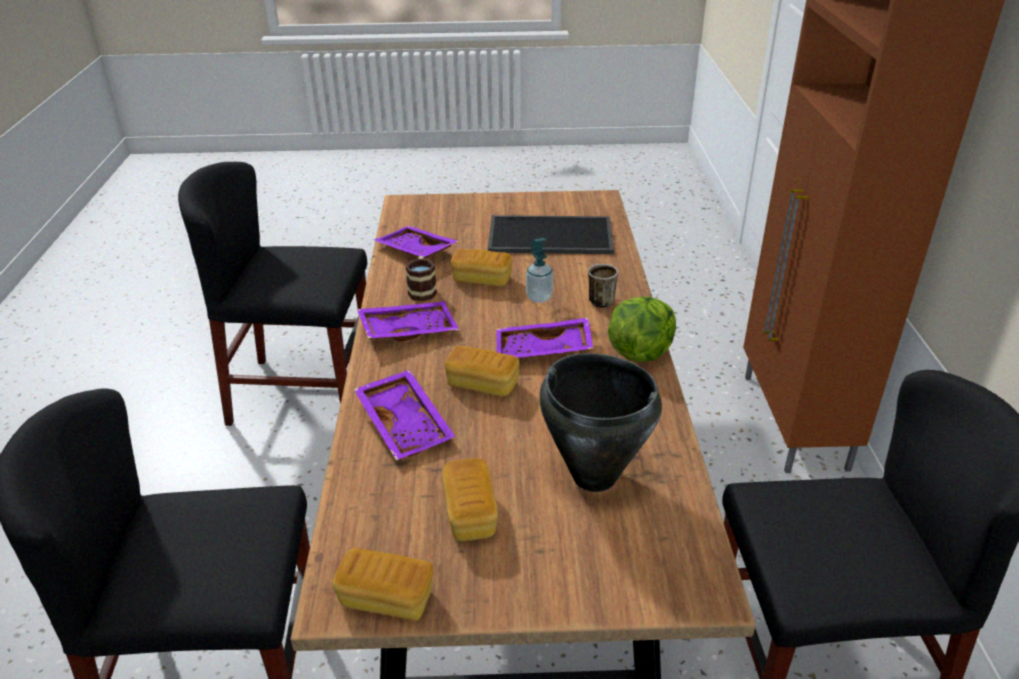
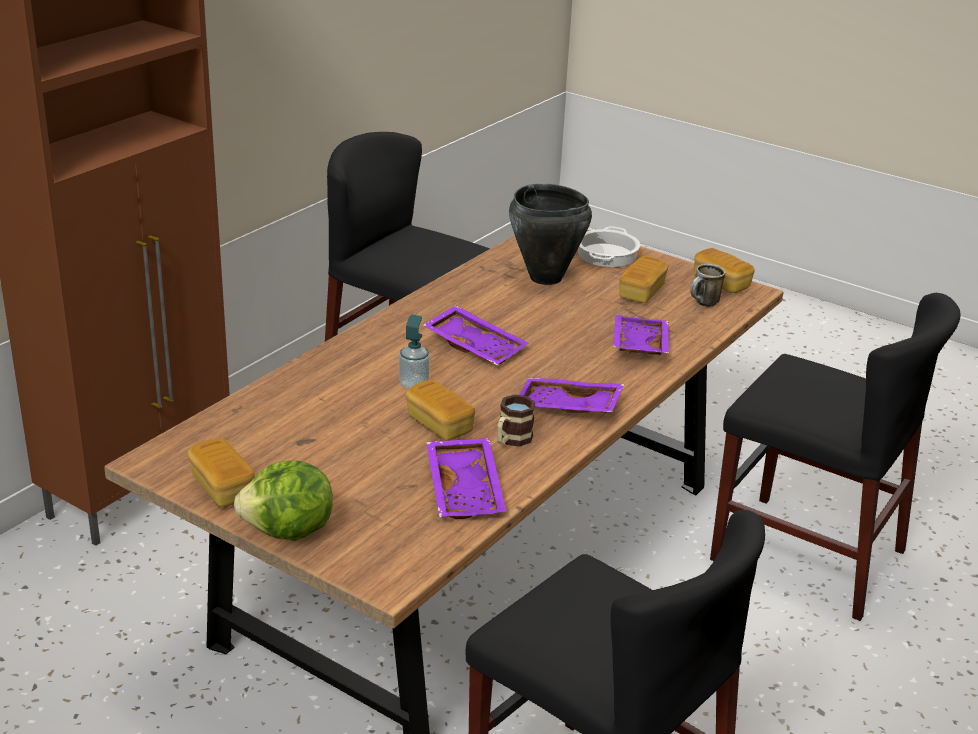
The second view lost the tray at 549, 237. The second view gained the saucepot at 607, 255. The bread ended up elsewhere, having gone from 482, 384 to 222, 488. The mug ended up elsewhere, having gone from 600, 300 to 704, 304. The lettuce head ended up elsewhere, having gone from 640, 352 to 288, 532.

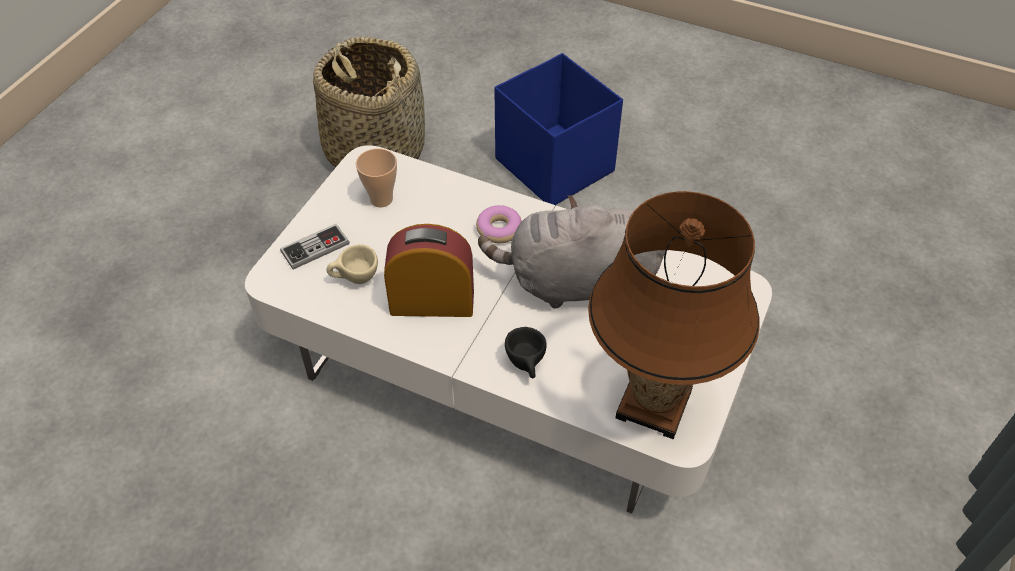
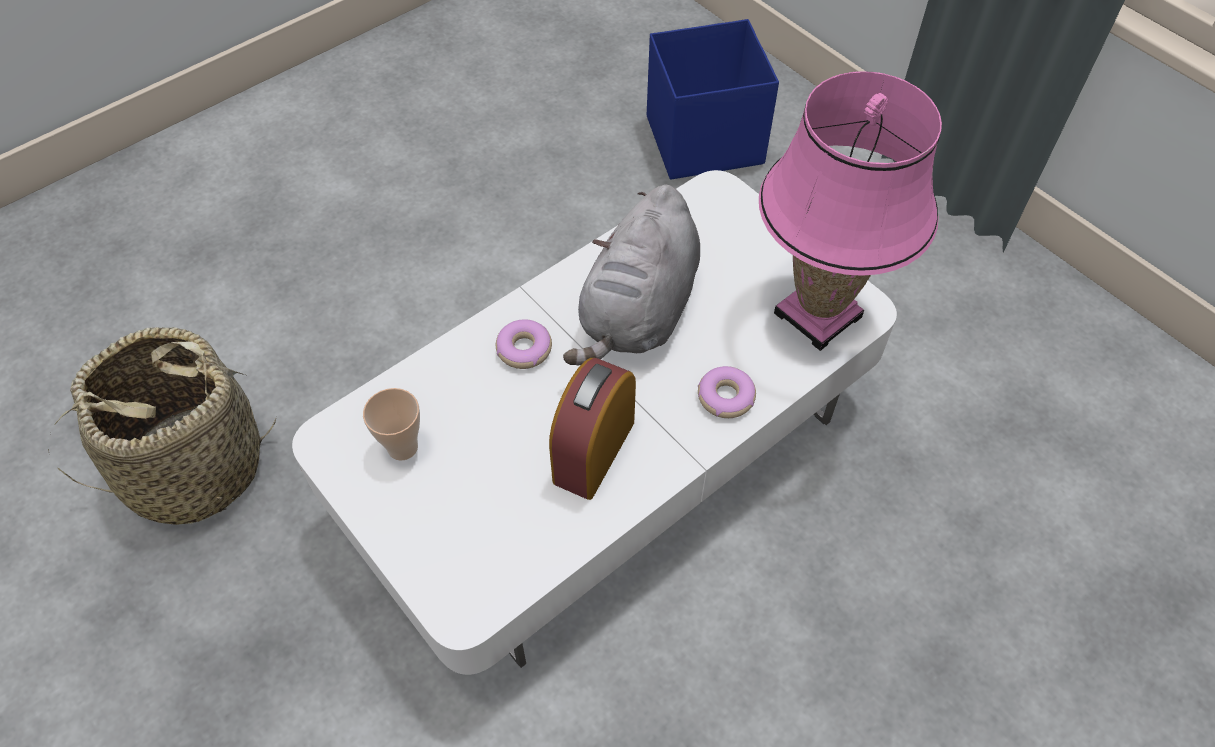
The second view lost the game controller at 315, 248. The second view lost the cup (beige) at 355, 280. The storage container (bluish) ended up elsewhere, having gone from 554, 164 to 702, 140. Where the cup (blackish) stood at 527, 366, the doughnut came to stand at 725, 397. What was the lamp for a table (brownish) at 654, 405 turned into the lamp for a table (pinkish) at 818, 314.

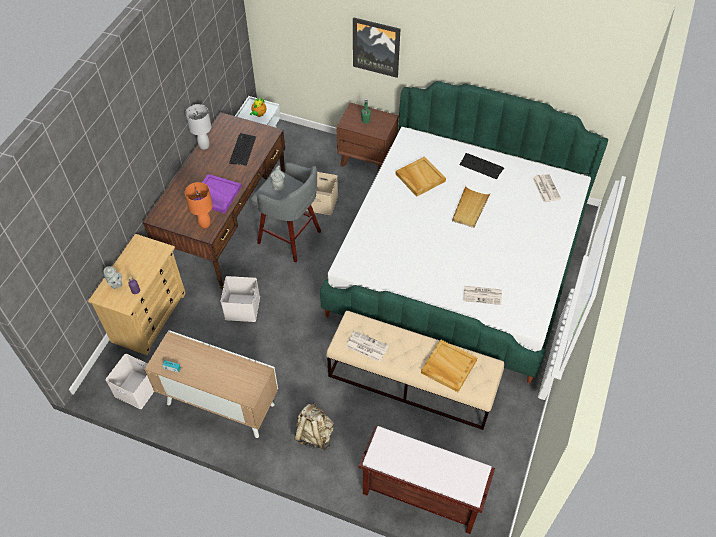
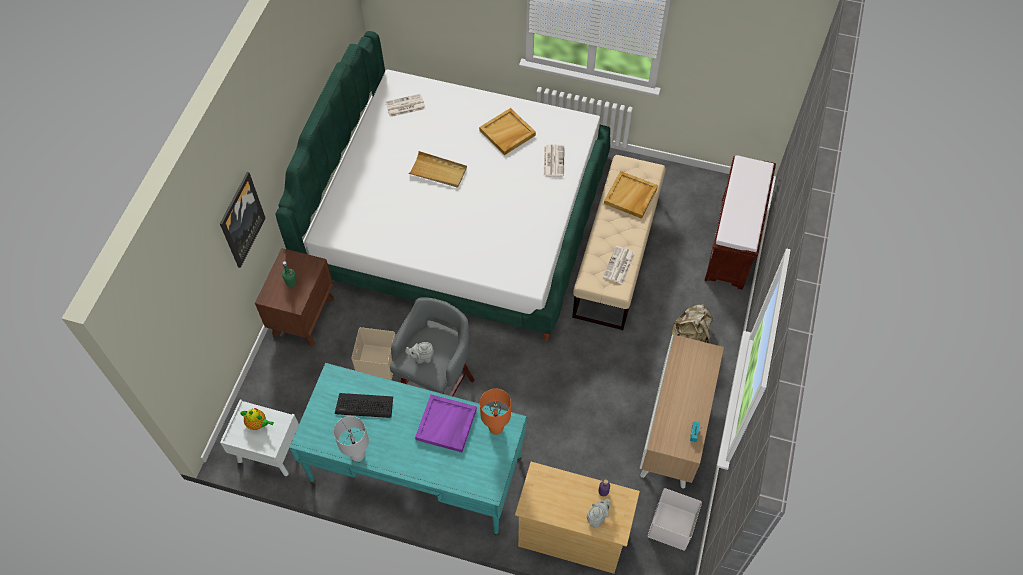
The second view lost the storage container (white) at 242, 307. The second view lost the PC keyboard at 481, 166. The tray (beige) ended up elsewhere, having gone from 419, 177 to 507, 133. What was the desk table (brownish) at 226, 223 turned into the desk table (turquoise-coloured) at 416, 469.

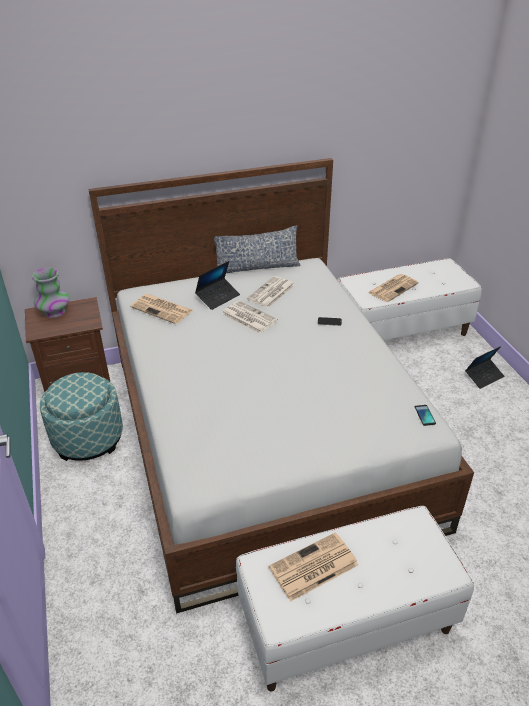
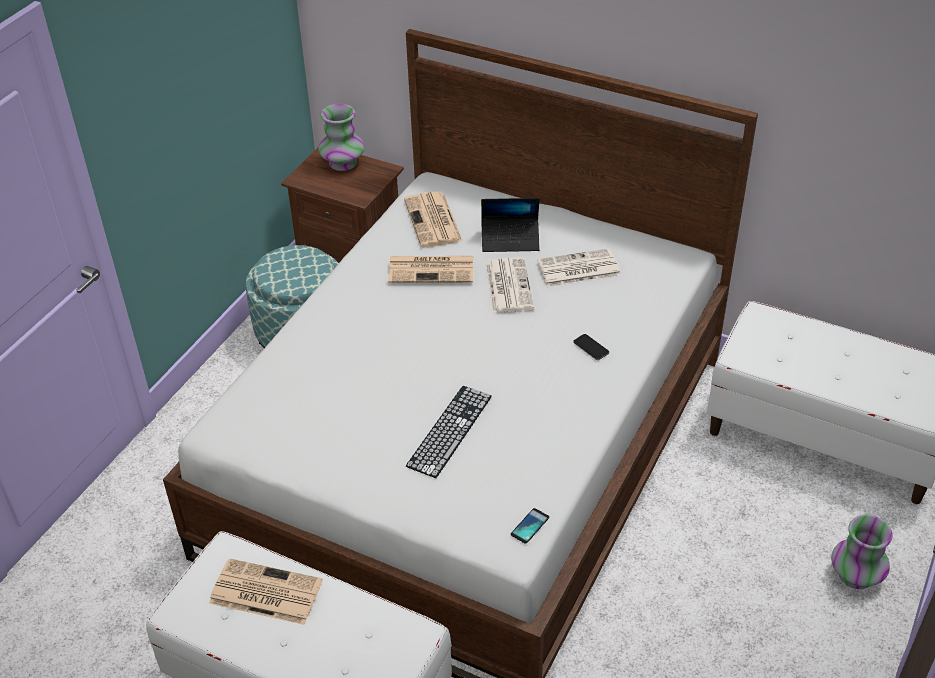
The second view lost the cushion at 256, 267. The second view gained the PC keyboard at 449, 430. The newspaper ended up elsewhere, having gone from 393, 288 to 432, 269. Where the laptop stood at 484, 376, the vase came to stand at 856, 575.

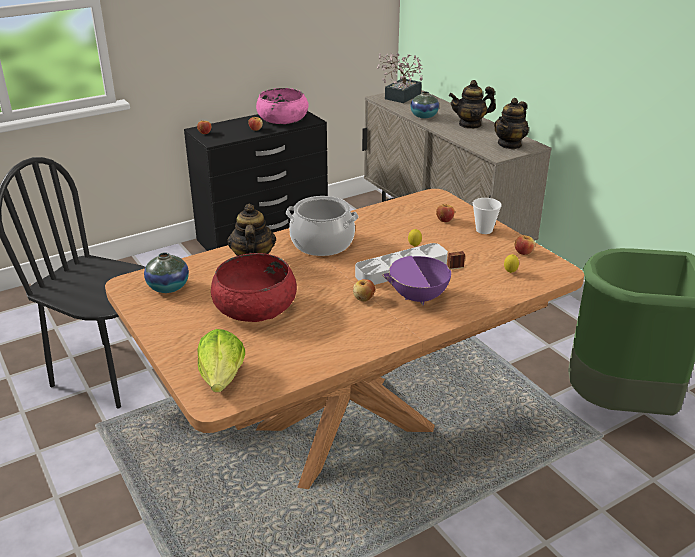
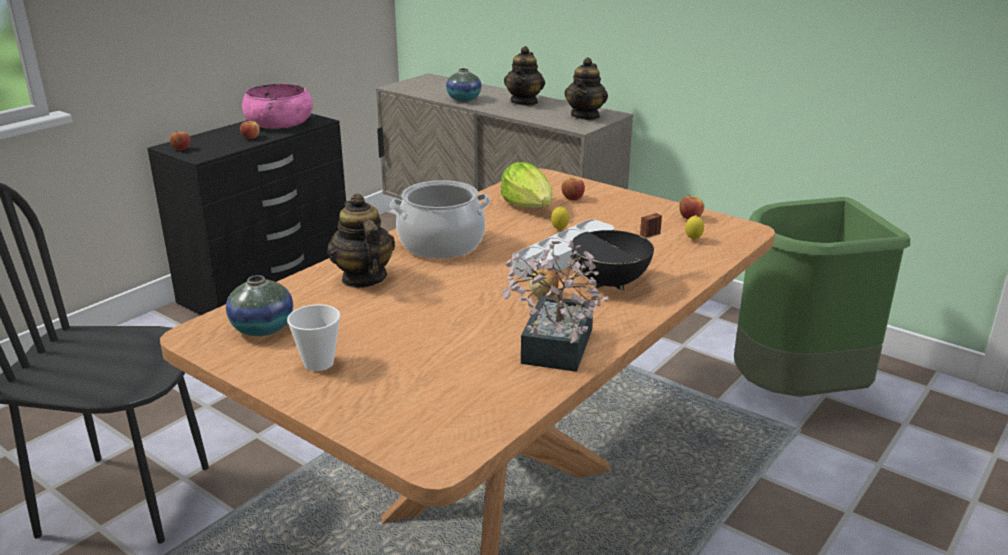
The second view lost the serving bowl (red-coloured) at 255, 306. The lettuce head ended up elsewhere, having gone from 222, 377 to 529, 206. The potted plant ended up elsewhere, having gone from 400, 97 to 553, 351. The cup ended up elsewhere, having gone from 484, 230 to 318, 363. What was the saucepot (purple-coloured) at 419, 298 turned into the saucepot (blackish) at 611, 283. The pot for tea at 470, 124 ended up facing another way, 45 degrees counterclockwise from before.

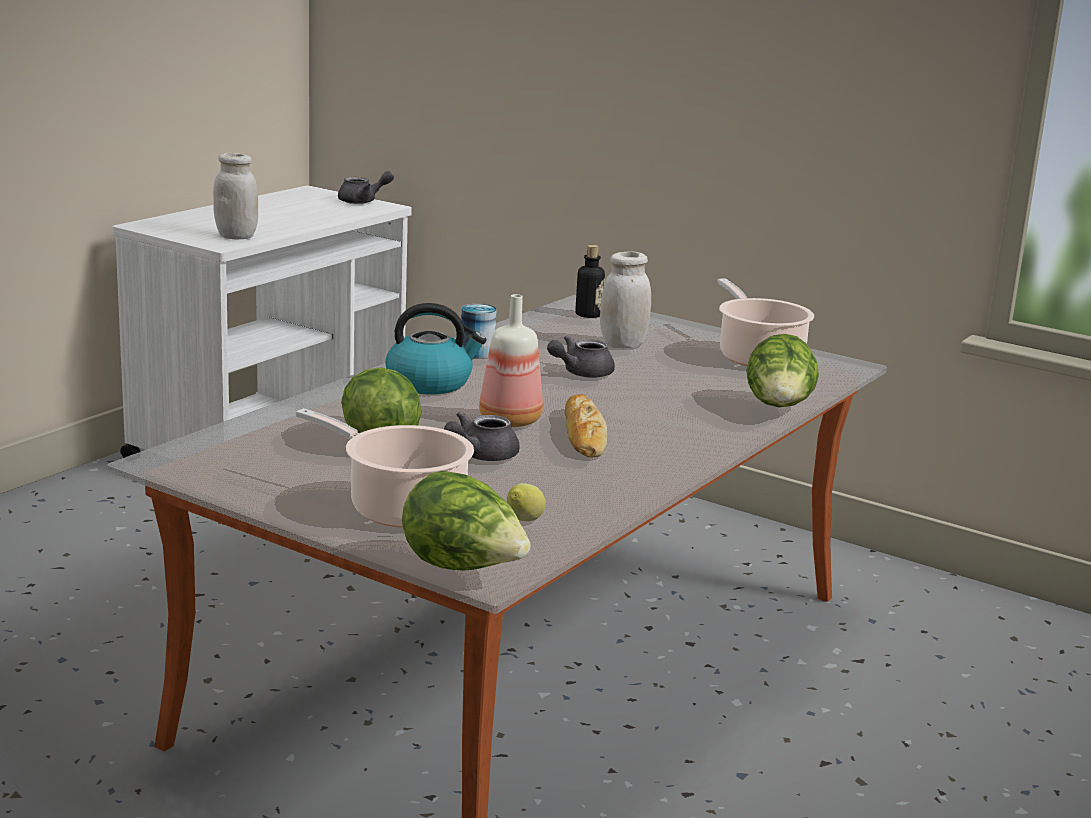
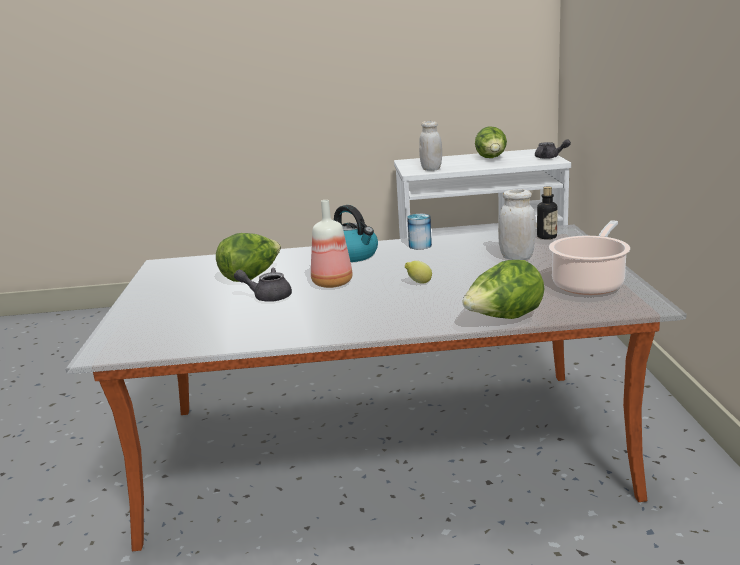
The second view lost the saucepot at 400, 508. The second view lost the pot for tea (grey) at 581, 373. The second view lost the bread at 584, 434. The lettuce head ended up elsewhere, having gone from 463, 568 to 491, 159. The lemon ended up elsewhere, having gone from 523, 521 to 419, 283.

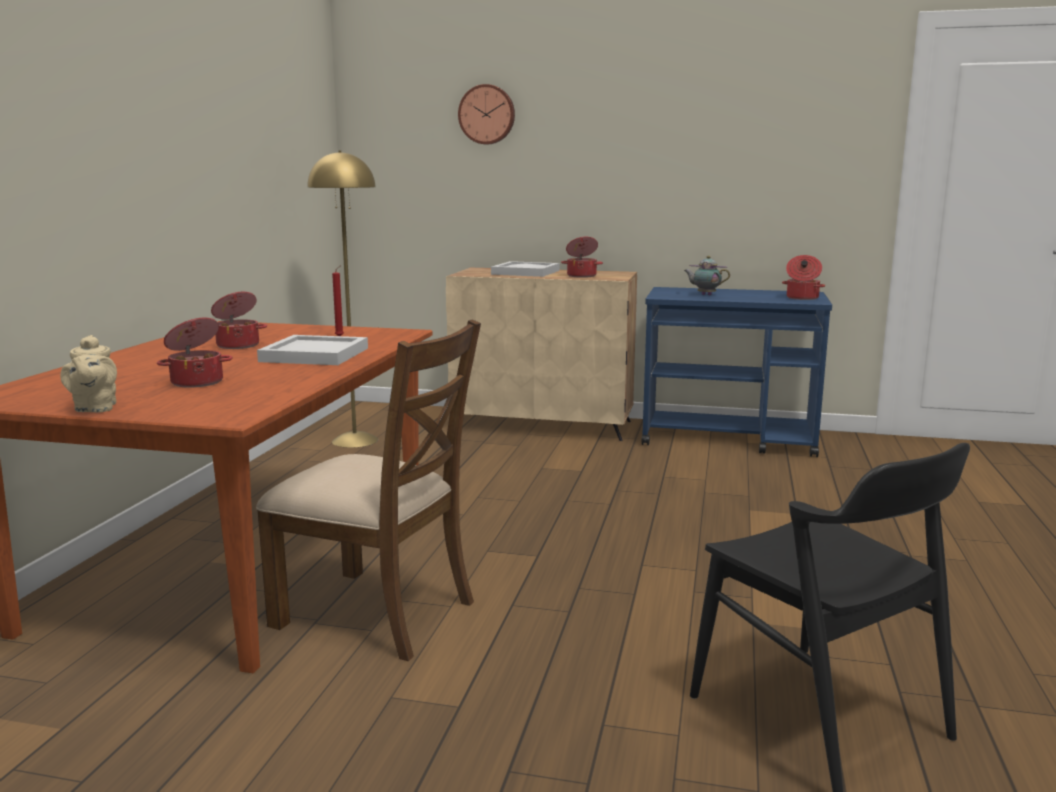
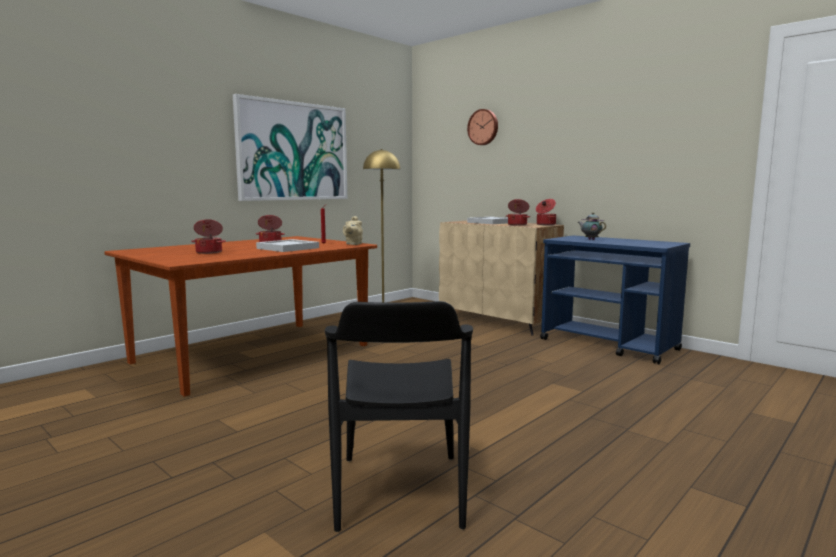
The second view lost the chair (brownish) at 377, 613. The second view gained the wall art at 293, 151. The pot for tea (beige) ended up elsewhere, having gone from 94, 408 to 353, 244. The saucepot ended up elsewhere, having gone from 801, 298 to 545, 224.

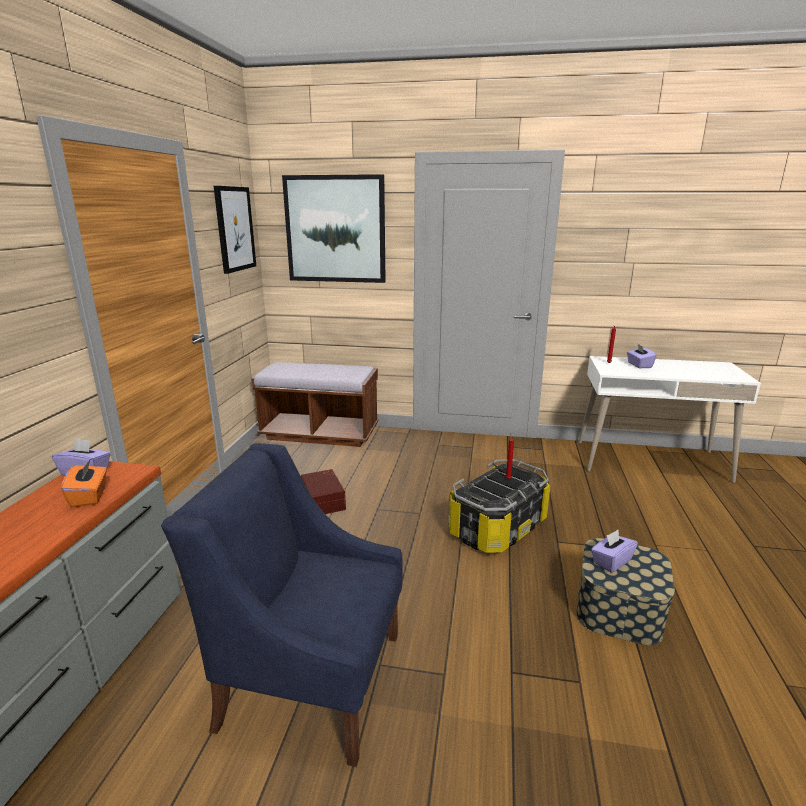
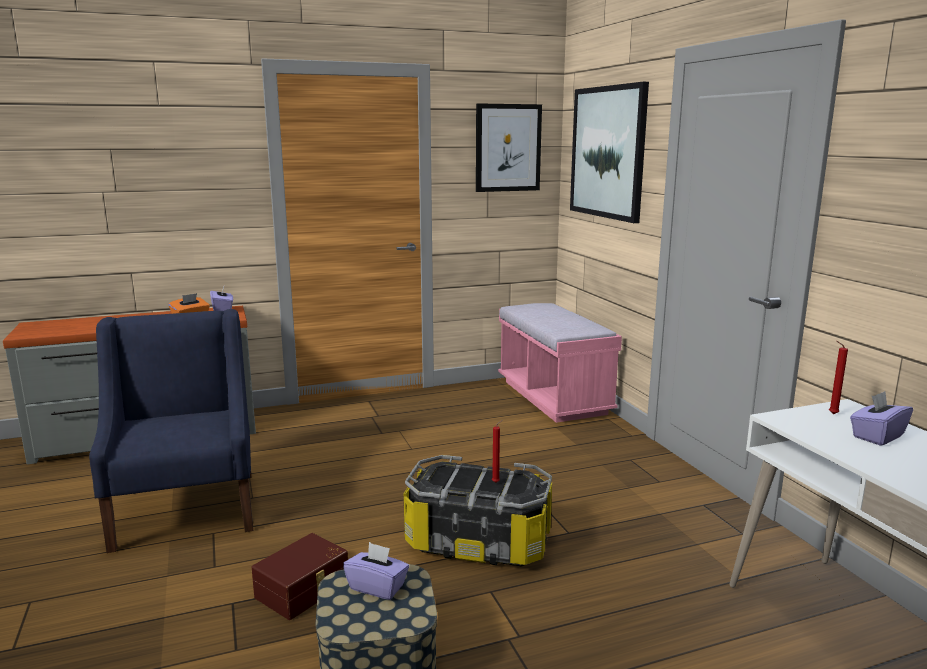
The storage container (brownish) ended up elsewhere, having gone from 324, 501 to 304, 590. What was the indoor bench (brownish) at 320, 434 turned into the indoor bench (pinkish) at 553, 397.

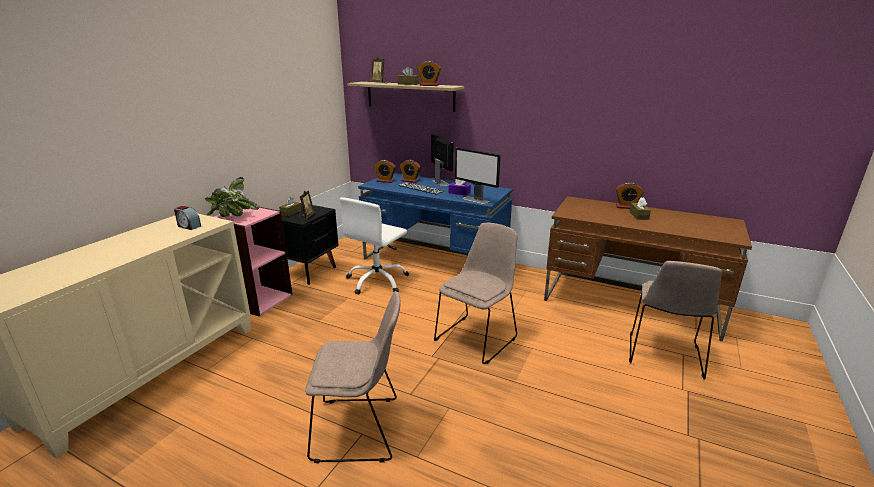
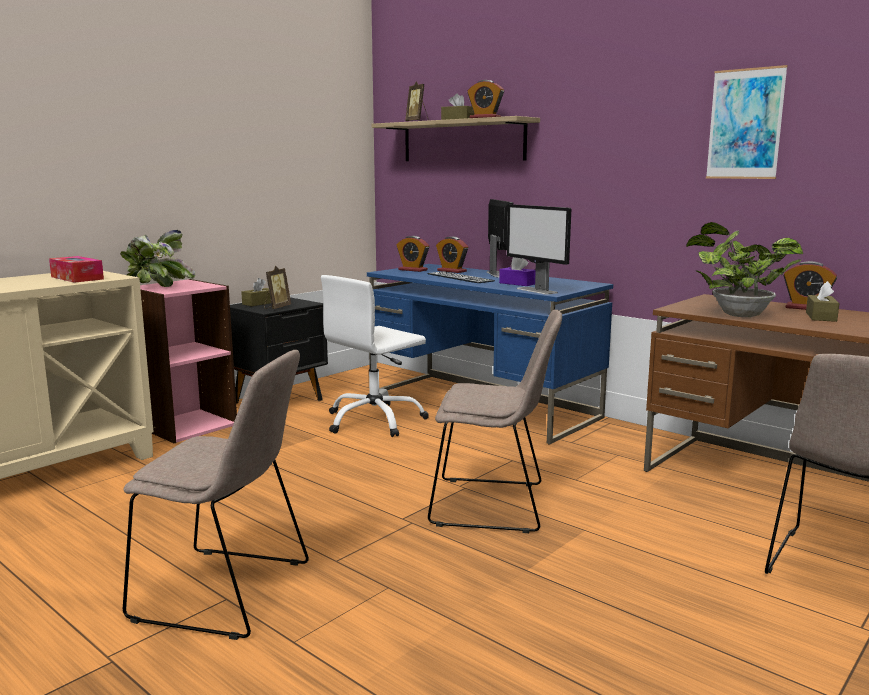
The second view gained the potted plant at 736, 314. The second view gained the wall art at 745, 124. Where the table clock stood at 188, 226, the tissue box came to stand at 77, 278. The chair (beige) at 477, 337 ended up facing another way, 45 degrees clockwise from before.

